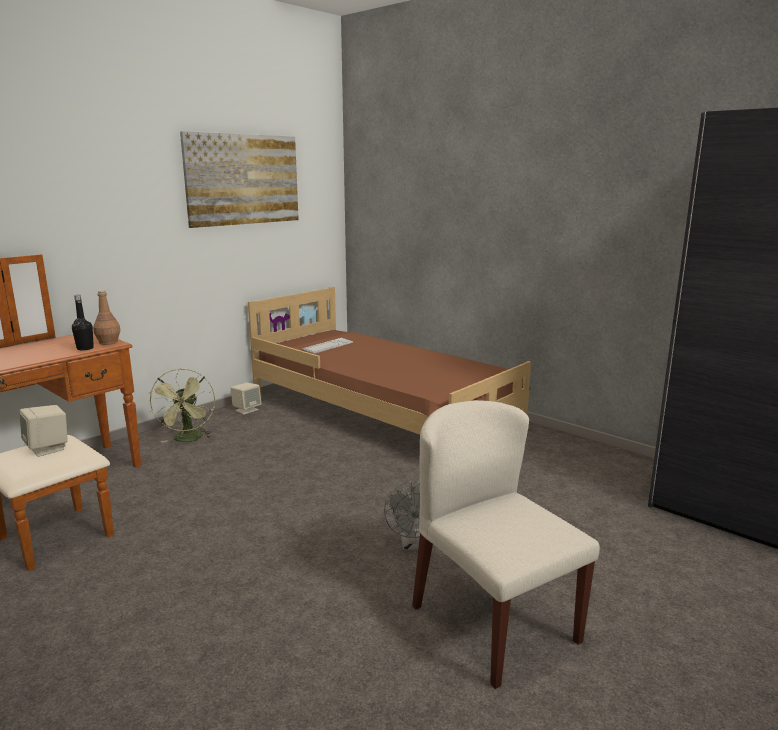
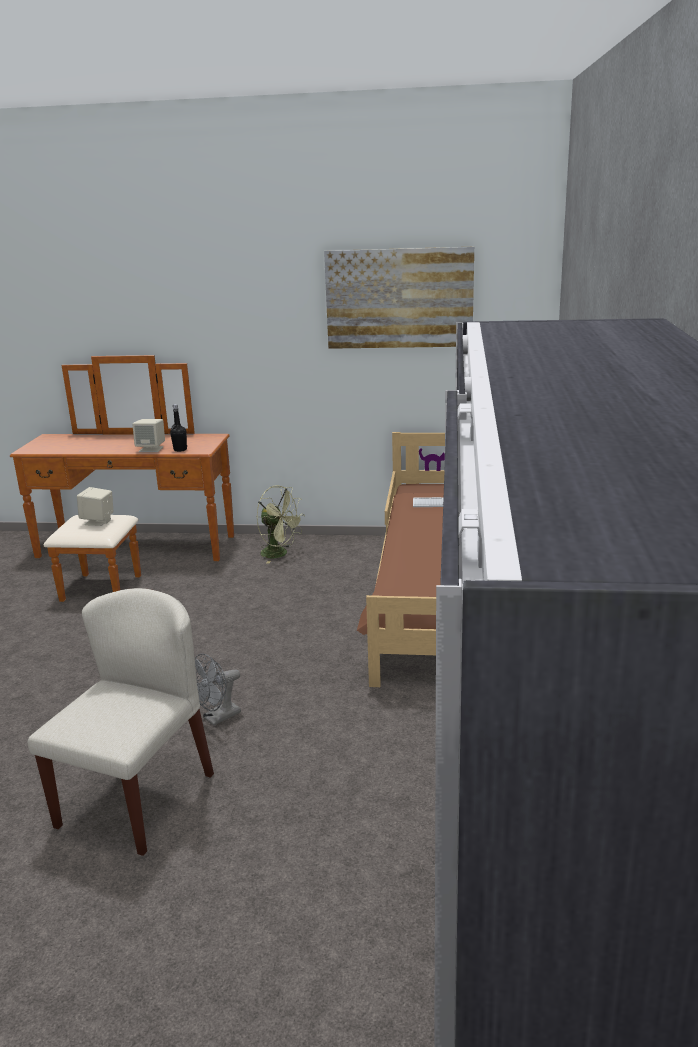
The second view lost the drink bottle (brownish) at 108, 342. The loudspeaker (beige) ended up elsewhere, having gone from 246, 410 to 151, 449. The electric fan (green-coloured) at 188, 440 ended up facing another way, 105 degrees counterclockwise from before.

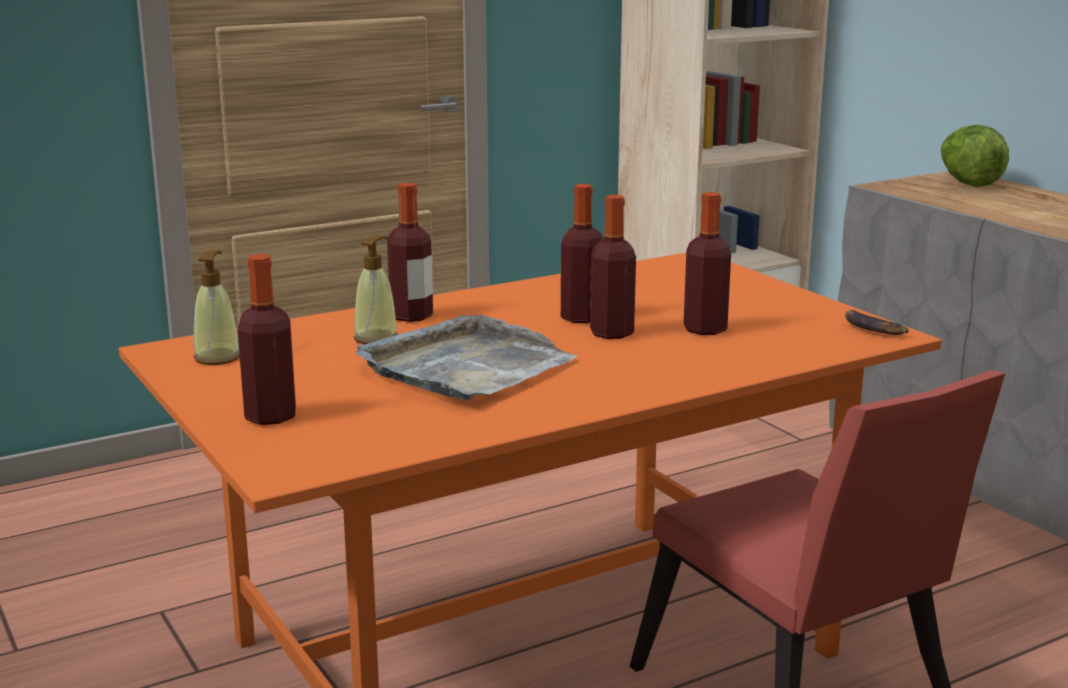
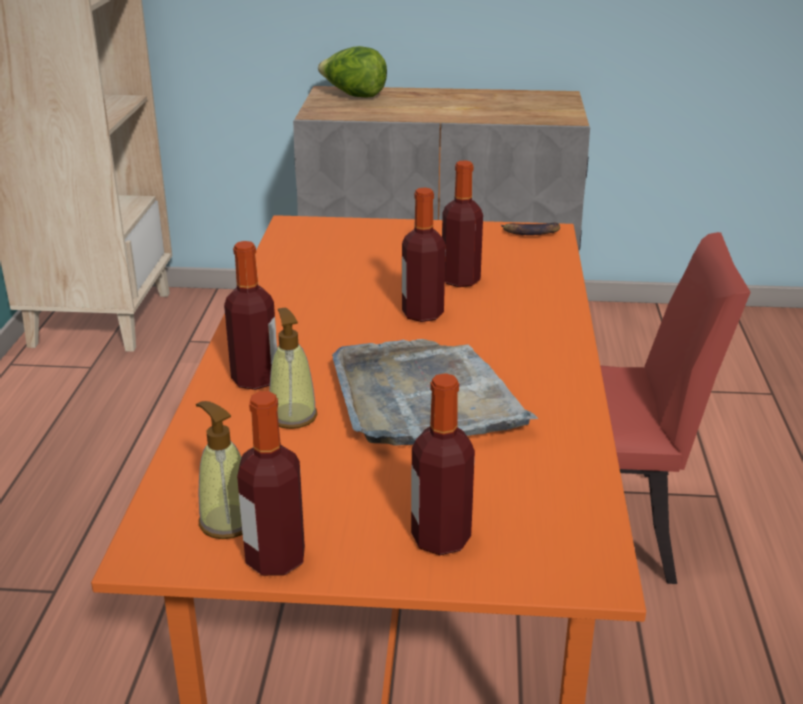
The drink bottle ended up elsewhere, having gone from 581, 318 to 275, 559.

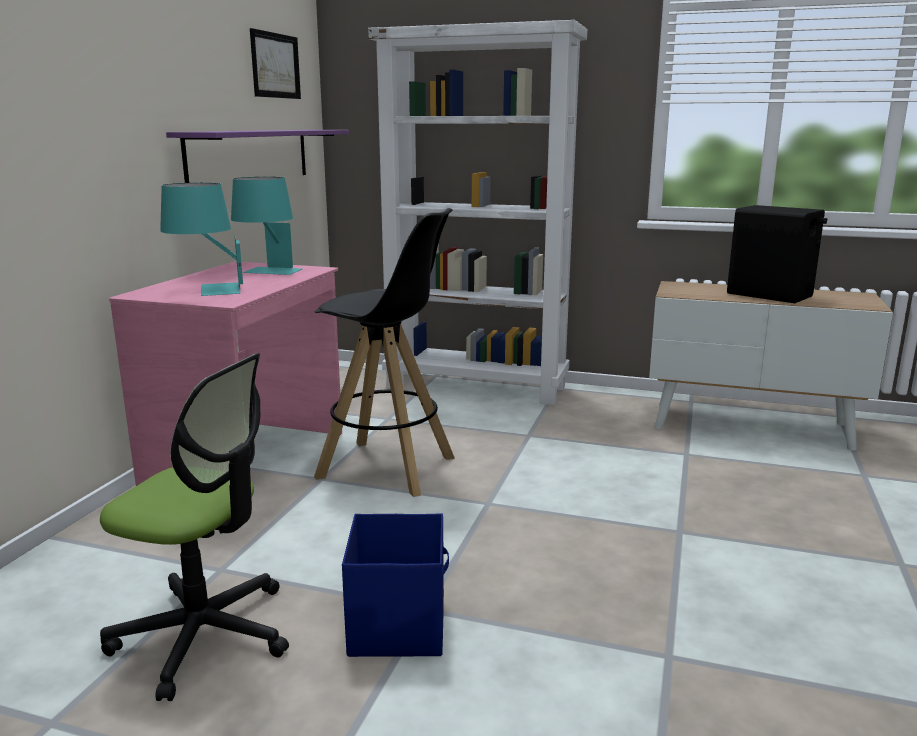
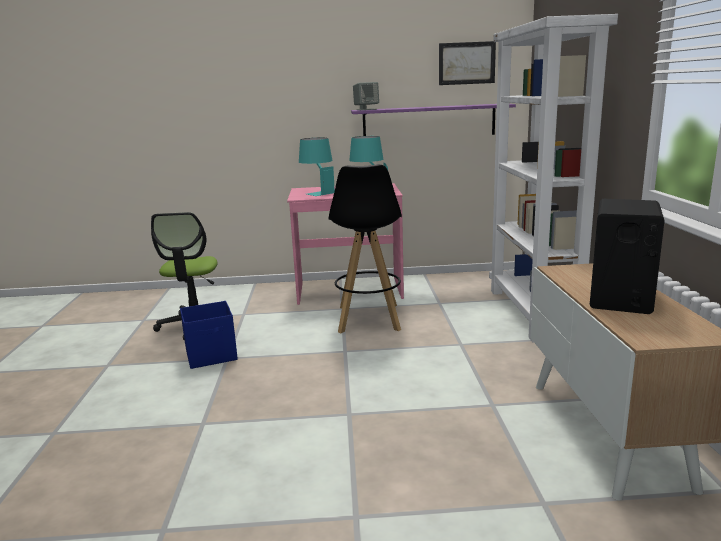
The second view gained the loudspeaker (grey) at 366, 109.

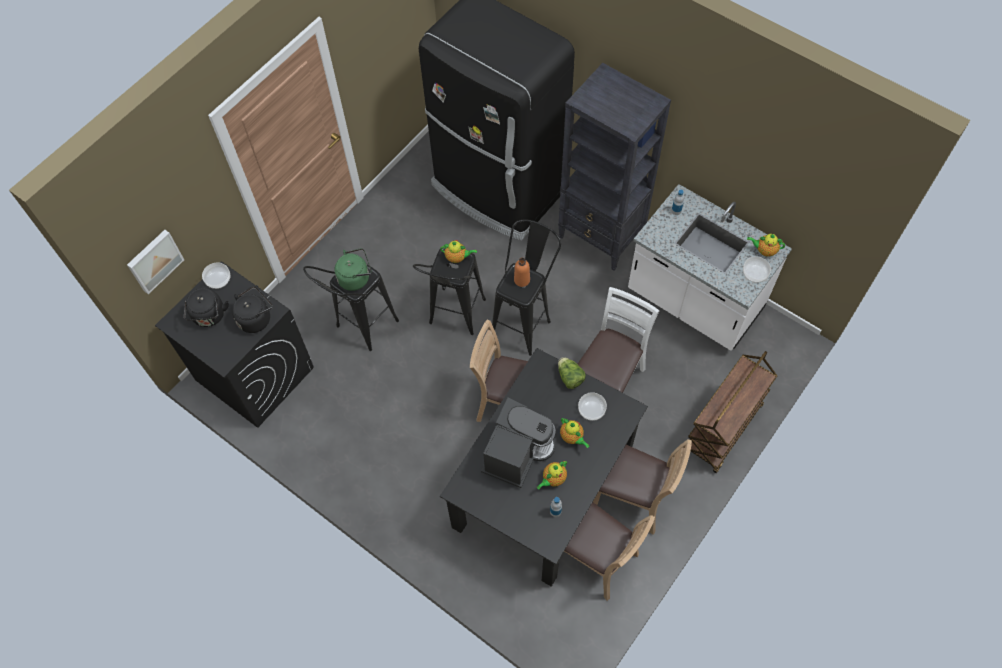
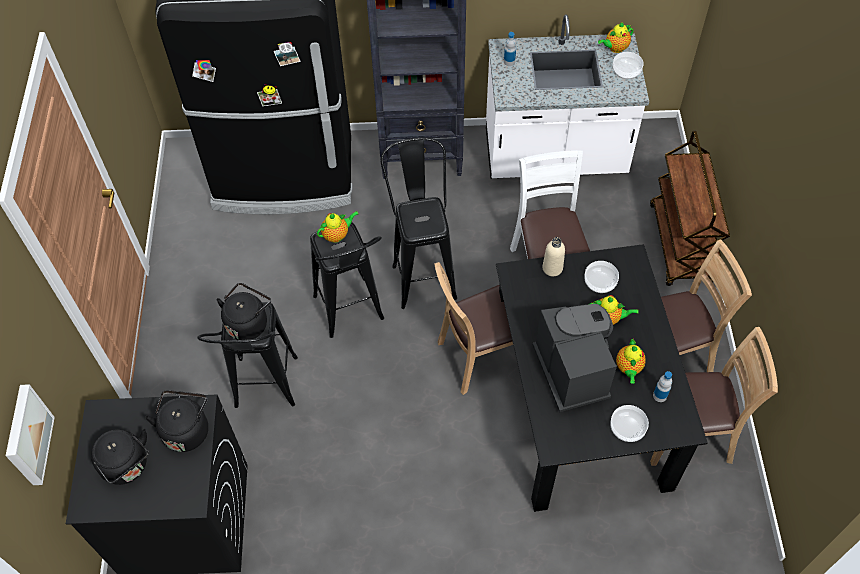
The second view lost the drink bottle (orange) at 522, 280. The serving bowl ended up elsewhere, having gone from 218, 280 to 627, 428. Where the lettuce head stood at 569, 377, the drink bottle (beige) came to stand at 552, 268. What was the water kettle (green-coloured) at 356, 278 turned into the water kettle (blackish) at 248, 323.

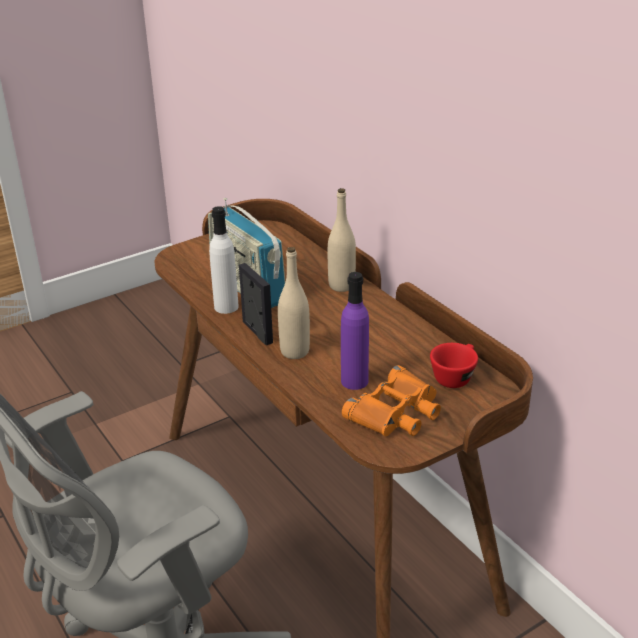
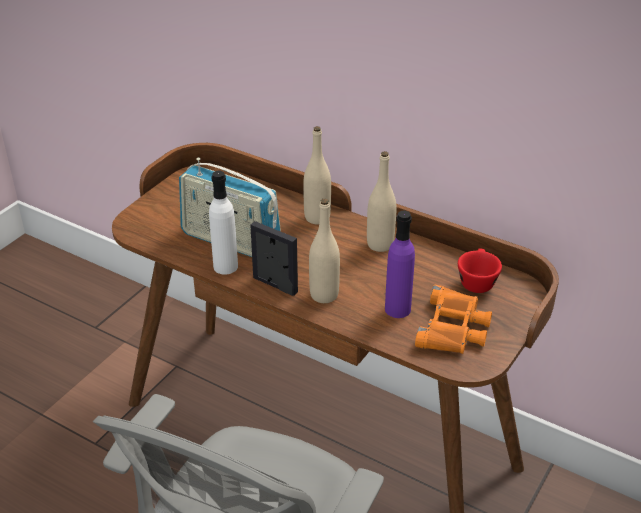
The second view gained the drink bottle (beige) at 380, 244.

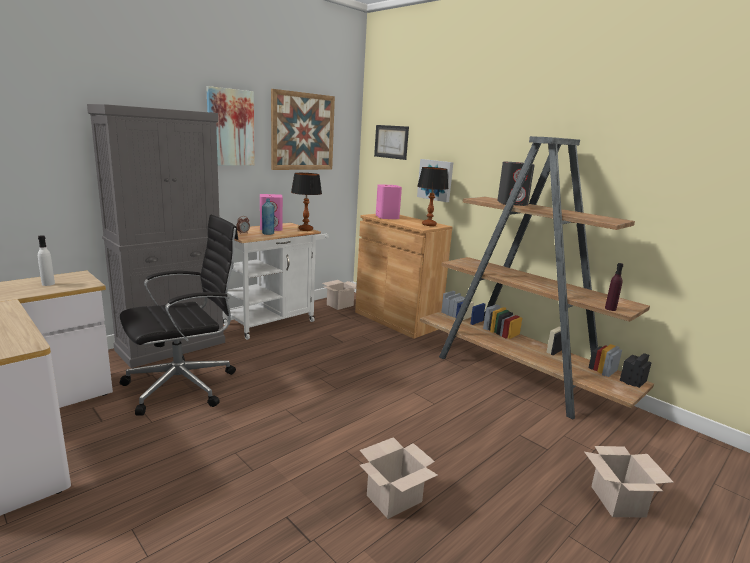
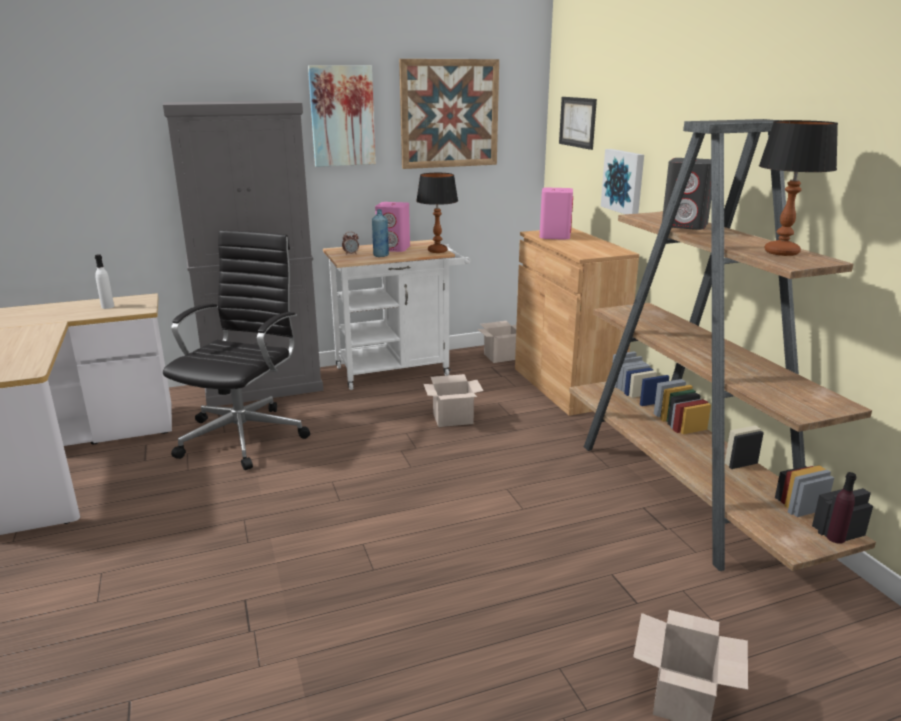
The cardboard box ended up elsewhere, having gone from 394, 497 to 453, 418. The lamp for a table ended up elsewhere, having gone from 428, 225 to 781, 252. The drink bottle (purple-coloured) ended up elsewhere, having gone from 610, 309 to 835, 538. The desk chair (blackish) at 184, 385 ended up facing another way, 60 degrees counterclockwise from before.

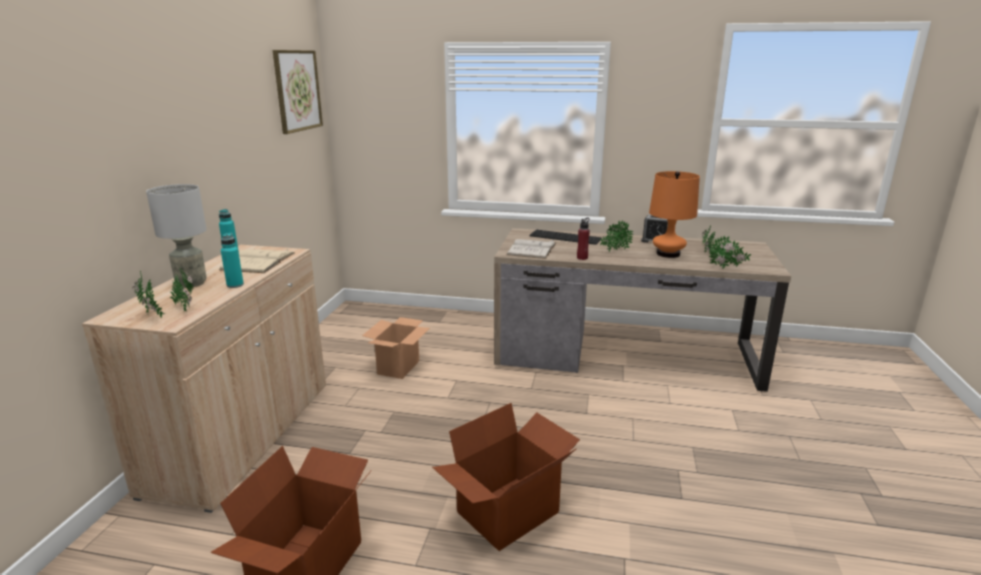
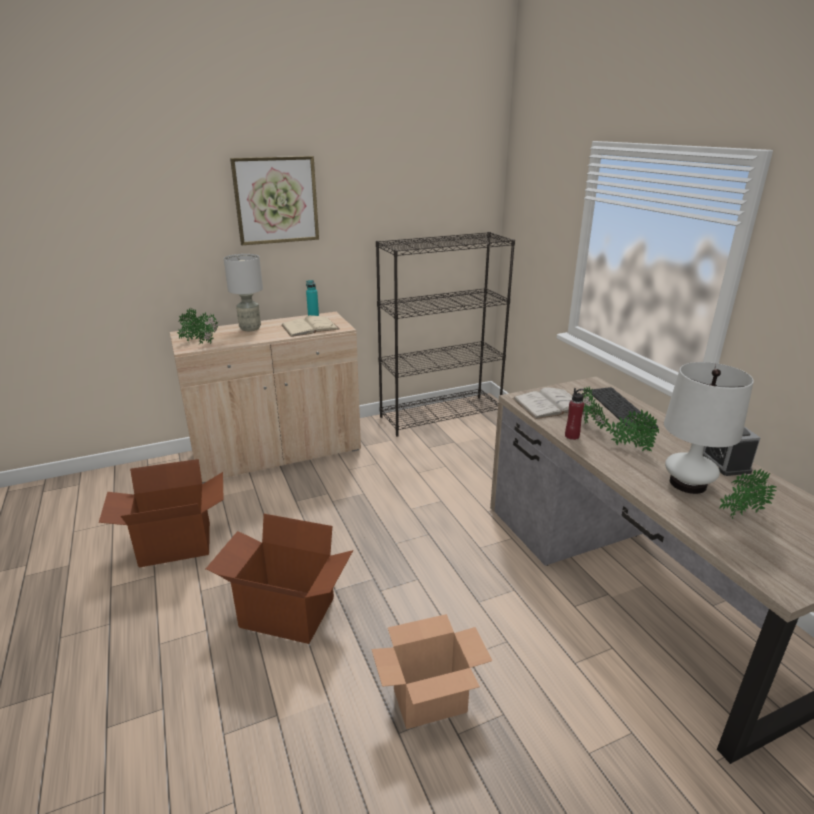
The second view lost the drink bottle (turquoise-coloured) at 235, 285. The second view gained the bookcase (blackish) at 441, 415. The wall art ended up elsewhere, having gone from 297, 90 to 276, 200. The cardboard box ended up elsewhere, having gone from 398, 367 to 430, 700. The potted plant ended up elsewhere, having gone from 727, 268 to 590, 426. What was the lamp for a table (orange) at 668, 254 turned into the lamp for a table (white) at 688, 483.

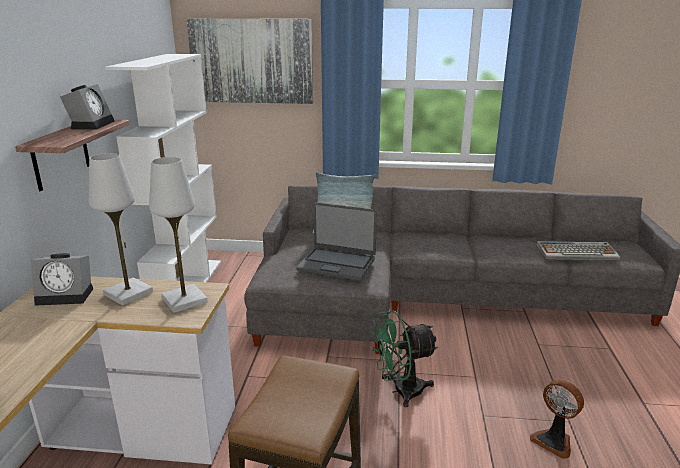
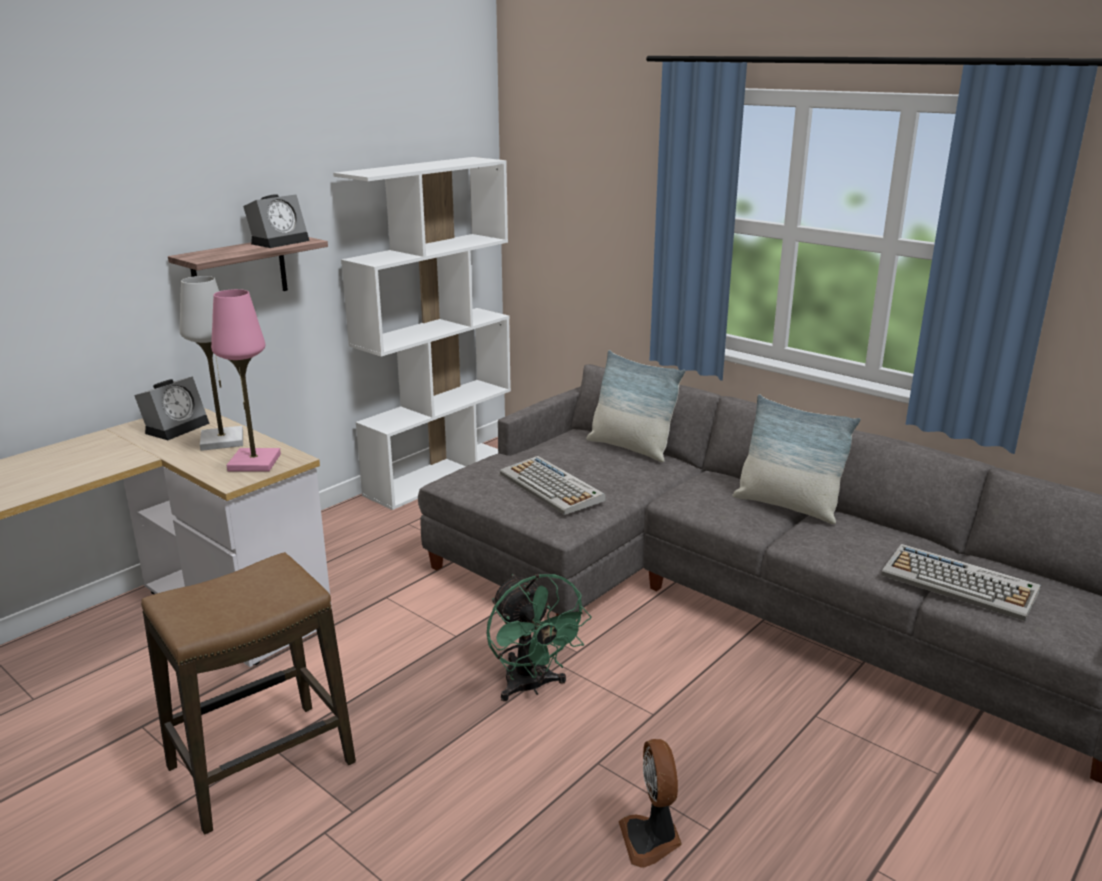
The second view lost the wall art at 251, 61. The second view gained the cushion at 787, 506. Where the laptop stood at 337, 264, the PC keyboard came to stand at 552, 487. What was the lamp for a table (white) at 184, 300 turned into the lamp for a table (pinkish) at 254, 463. The table clock at 67, 295 ended up facing another way, 90 degrees counterclockwise from before. The electric fan (green-coloured) at 400, 391 ended up facing another way, 135 degrees counterclockwise from before.

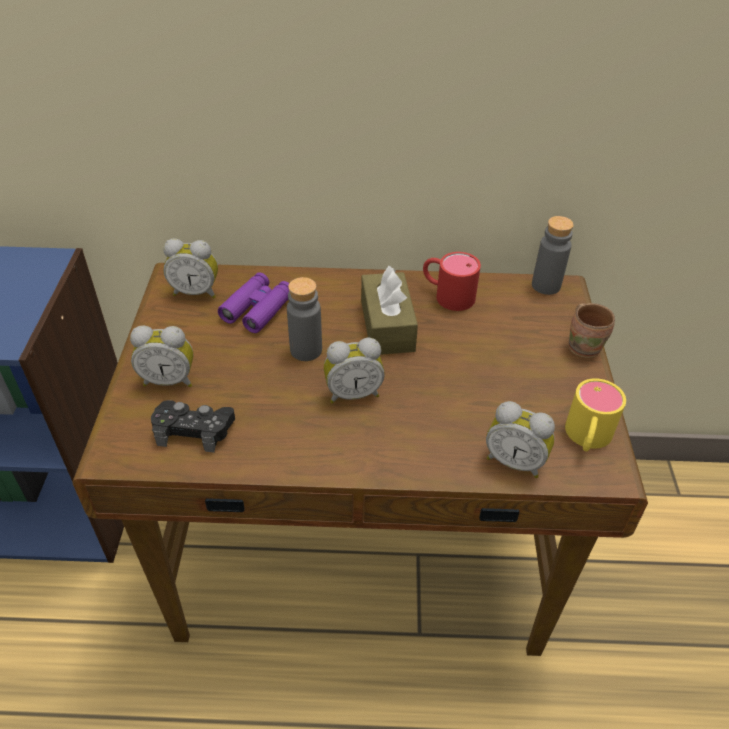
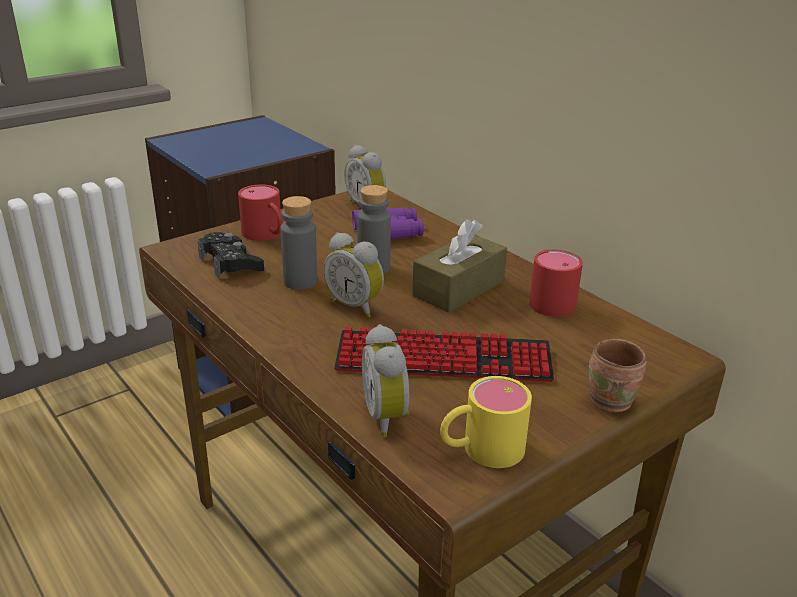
The second view gained the PC keyboard at 443, 359. The drink bottle (grey) ended up elsewhere, having gone from 546, 285 to 300, 281. Where the table clock stood at 169, 380, the mug (red-coloured) came to stand at 266, 235.

